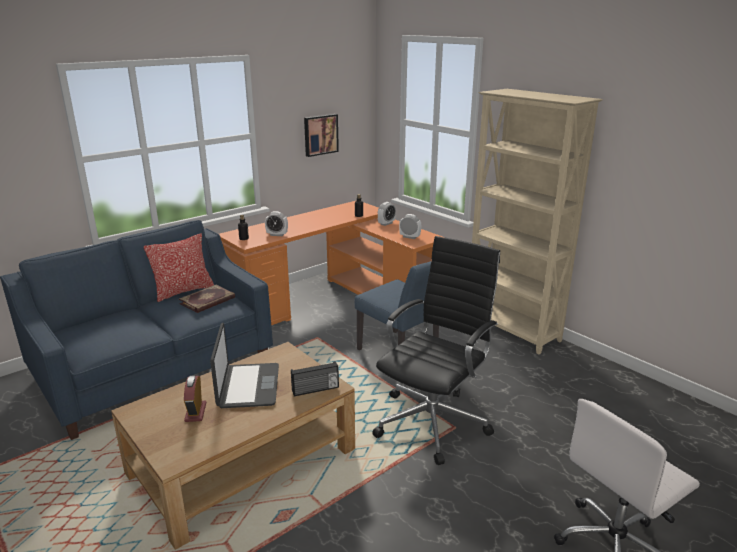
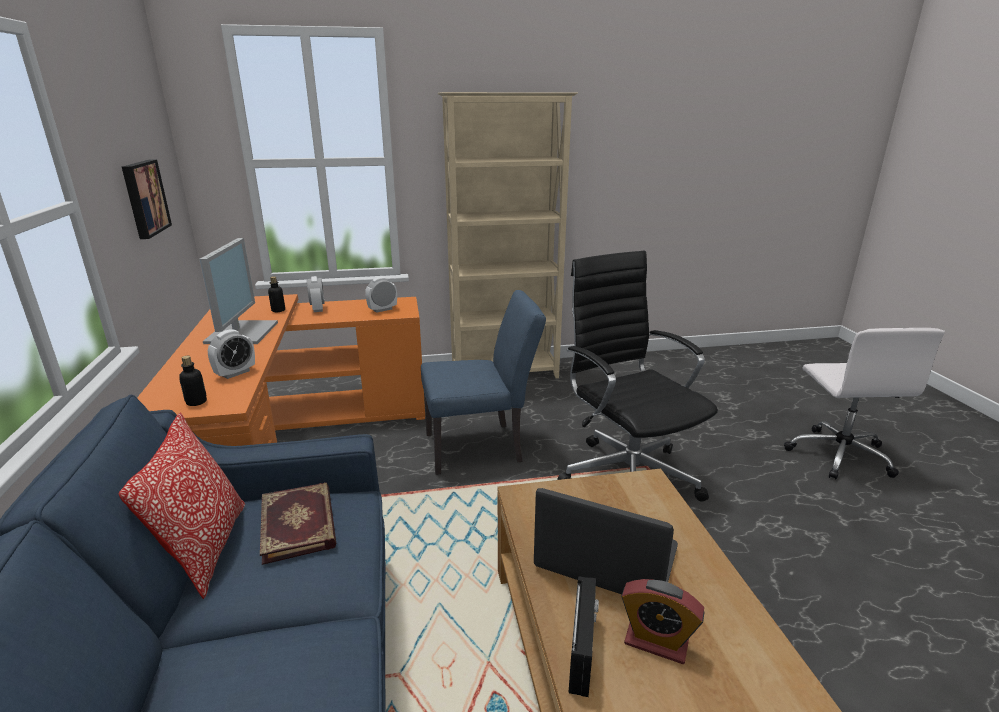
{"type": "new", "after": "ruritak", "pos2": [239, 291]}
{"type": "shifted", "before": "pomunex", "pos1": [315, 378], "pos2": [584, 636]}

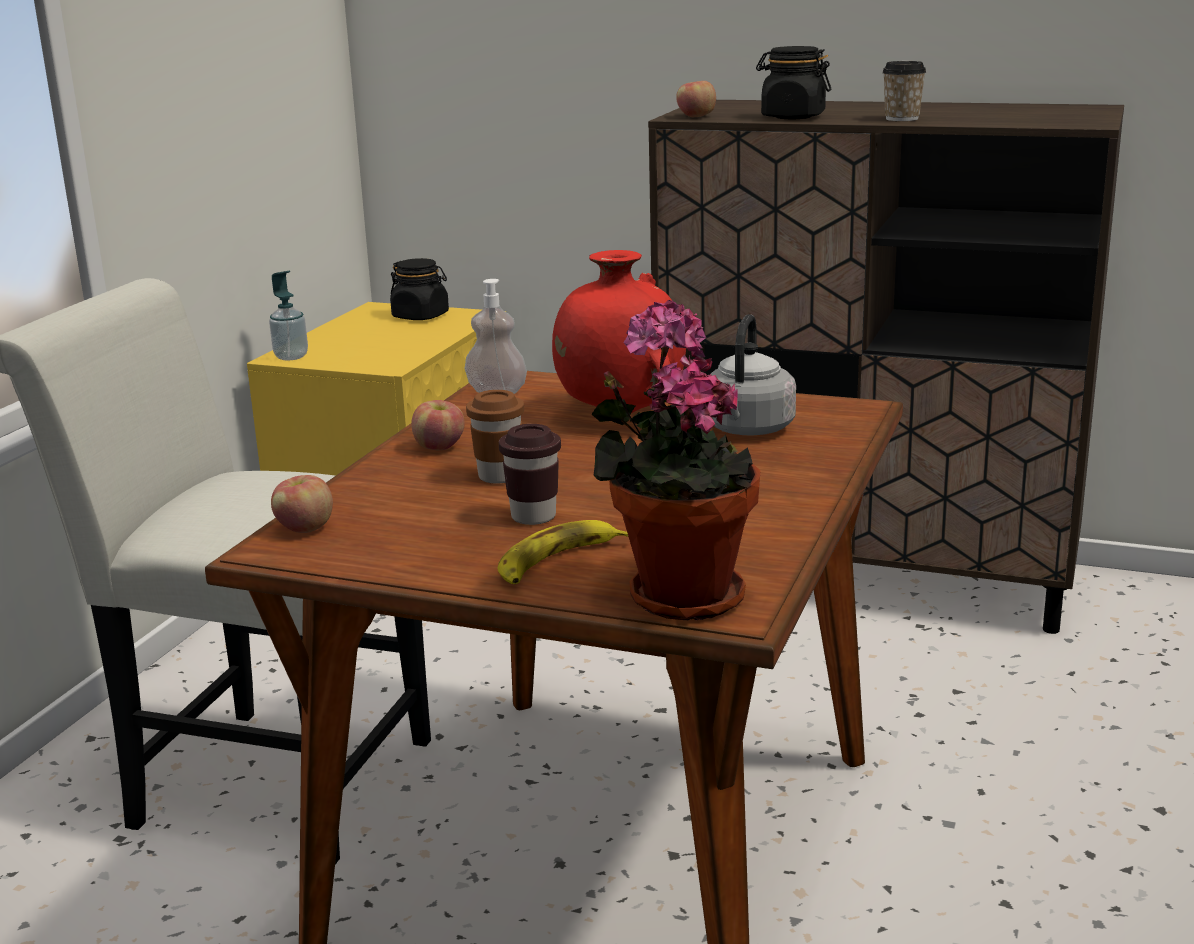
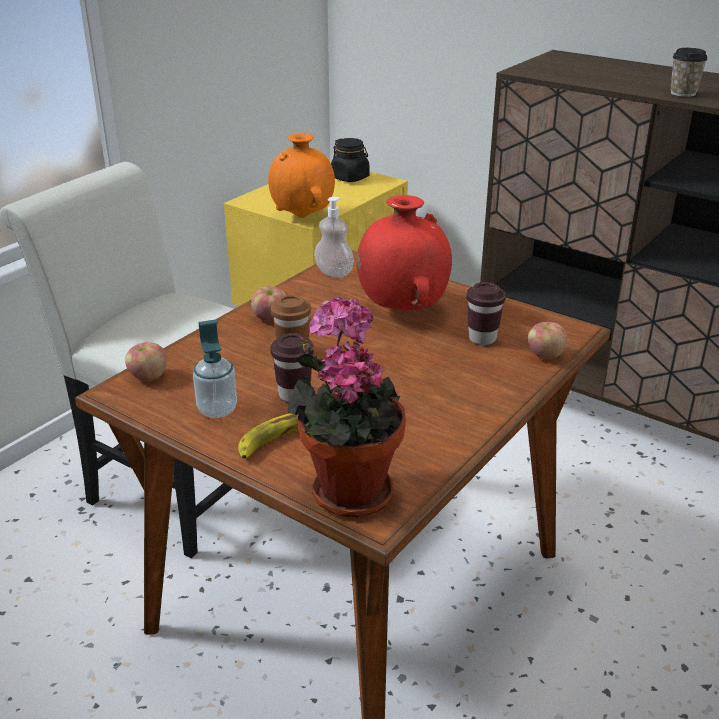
{"type": "shifted", "before": "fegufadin", "pos1": [288, 315], "pos2": [215, 368]}
{"type": "new", "after": "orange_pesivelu", "pos2": [301, 175]}
{"type": "swapped", "before": "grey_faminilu", "after": "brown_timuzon", "pos1": [753, 374], "pos2": [486, 313]}
{"type": "shifted", "before": "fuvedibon", "pos1": [696, 99], "pos2": [547, 340]}
{"type": "gone", "before": "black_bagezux", "pos1": [793, 82]}

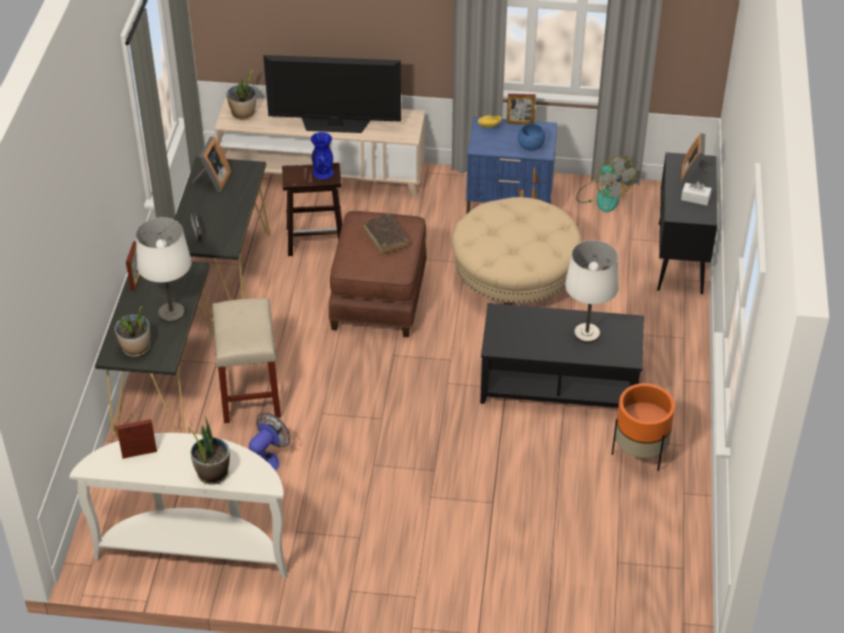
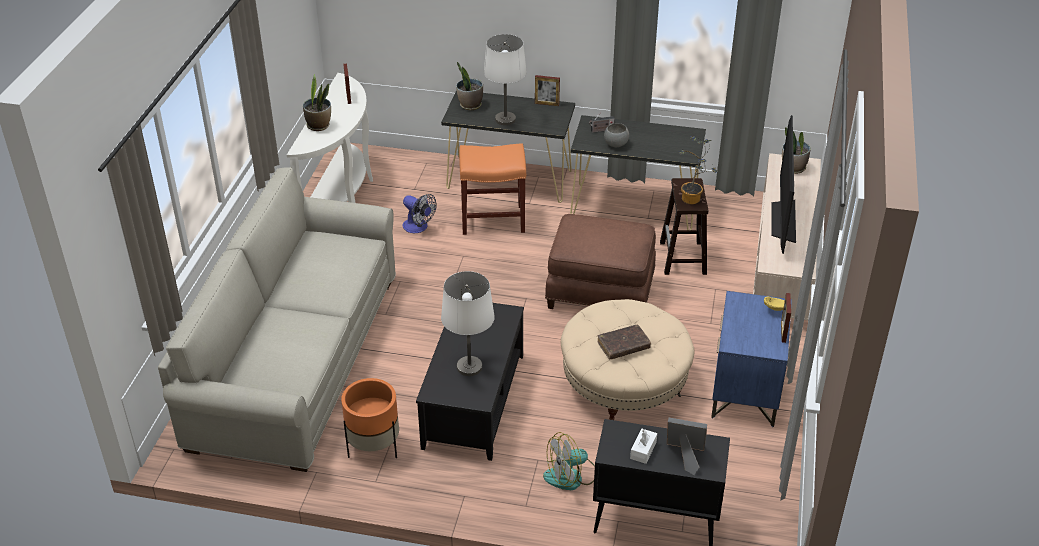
{"type": "new", "after": "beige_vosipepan", "pos2": [277, 319]}
{"type": "repainted", "before": "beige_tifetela", "after": "orange_tifetela", "pos1": [246, 360], "pos2": [492, 189]}
{"type": "shifted", "before": "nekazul", "pos1": [606, 183], "pos2": [569, 461]}
{"type": "shifted", "before": "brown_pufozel", "pos1": [386, 234], "pos2": [624, 342]}
{"type": "new", "after": "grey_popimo", "pos2": [616, 135]}
{"type": "swapped", "before": "blue_pesivelu", "after": "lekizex", "pos1": [322, 155], "pos2": [698, 170]}
{"type": "gone", "before": "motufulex", "pos1": [211, 164]}
{"type": "gone", "before": "blue_popimo", "pos1": [531, 137]}

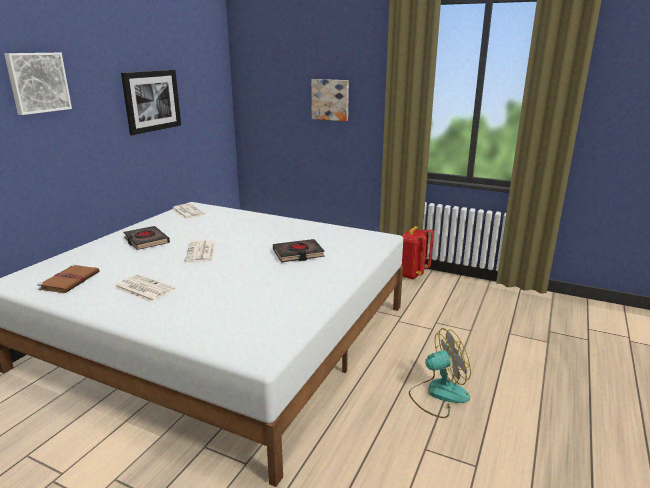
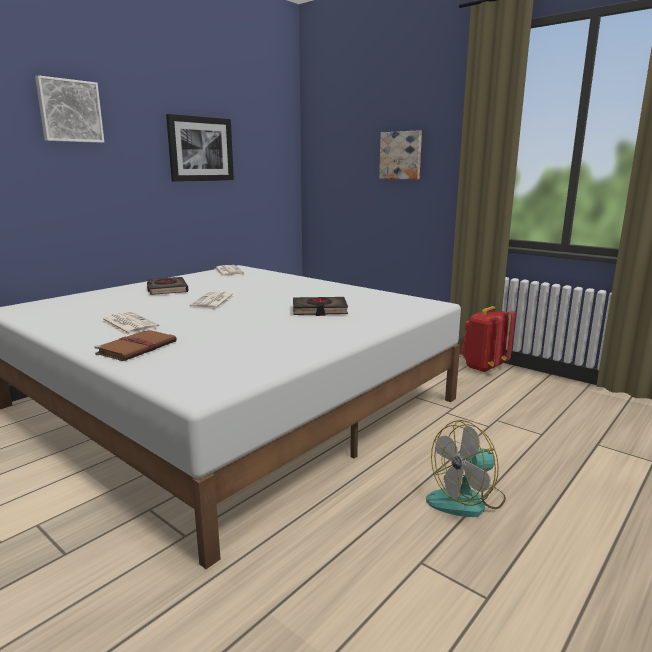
{"type": "shifted", "before": "brown_pufozel", "pos1": [68, 279], "pos2": [135, 345]}
{"type": "rotated", "before": "nekazul", "pos1": [440, 373], "pos2": [466, 468], "turn": 150}

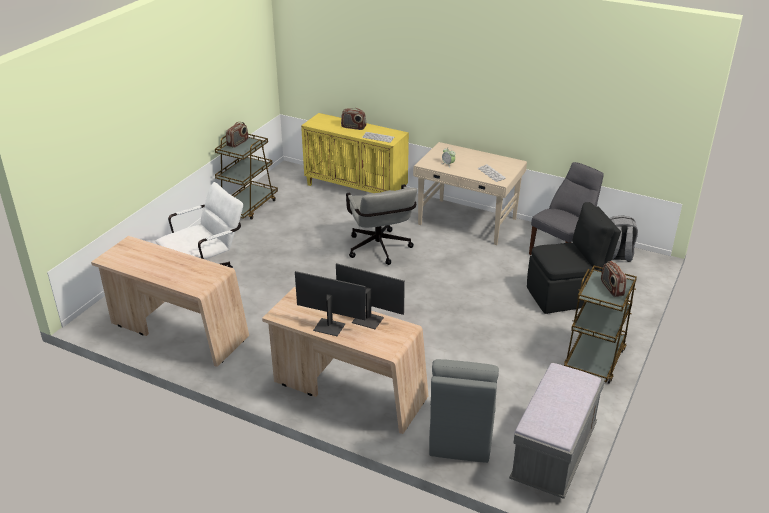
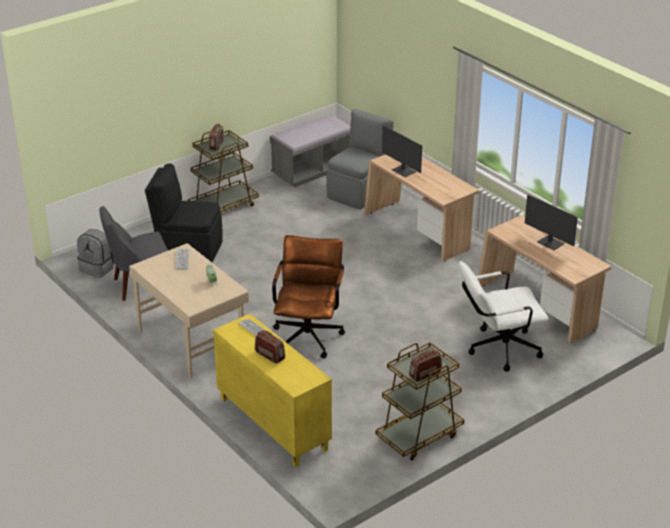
{"type": "repainted", "before": "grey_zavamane", "after": "brown_zavamane", "pos1": [381, 224], "pos2": [308, 296]}
{"type": "shifted", "before": "ruritak", "pos1": [330, 303], "pos2": [551, 222]}

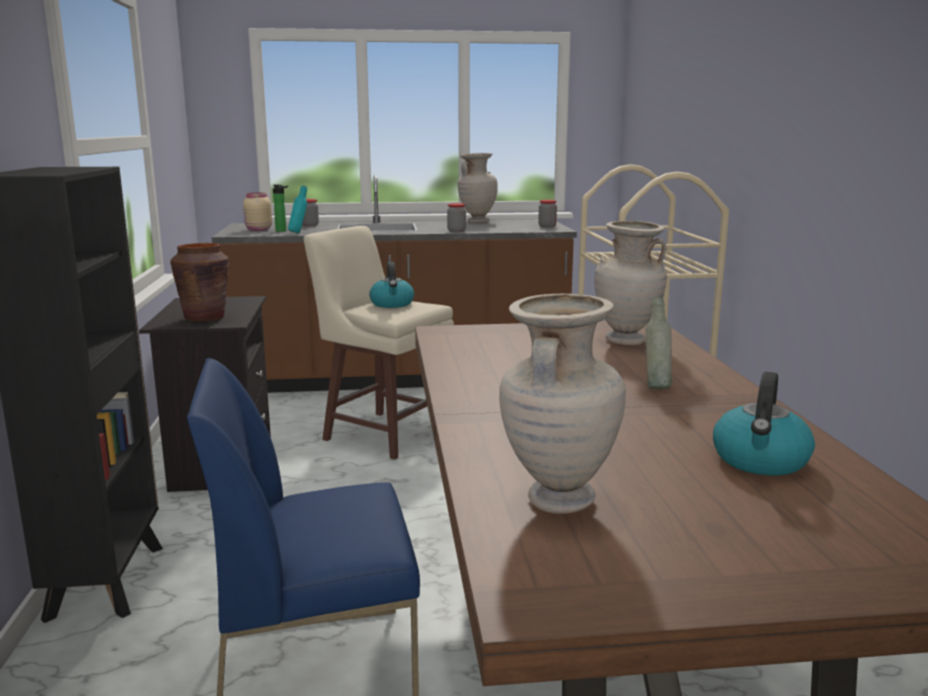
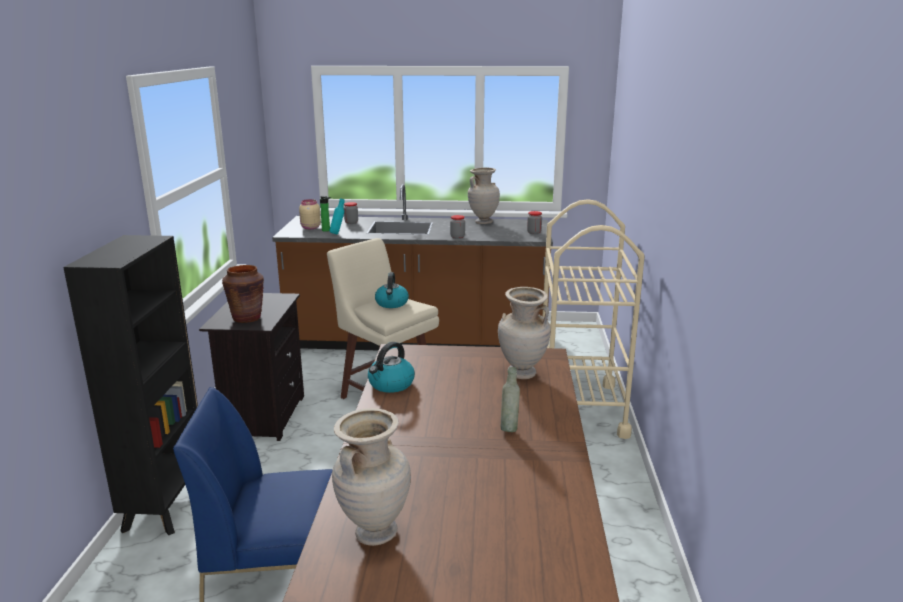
{"type": "shifted", "before": "faminilu", "pos1": [764, 424], "pos2": [391, 367]}

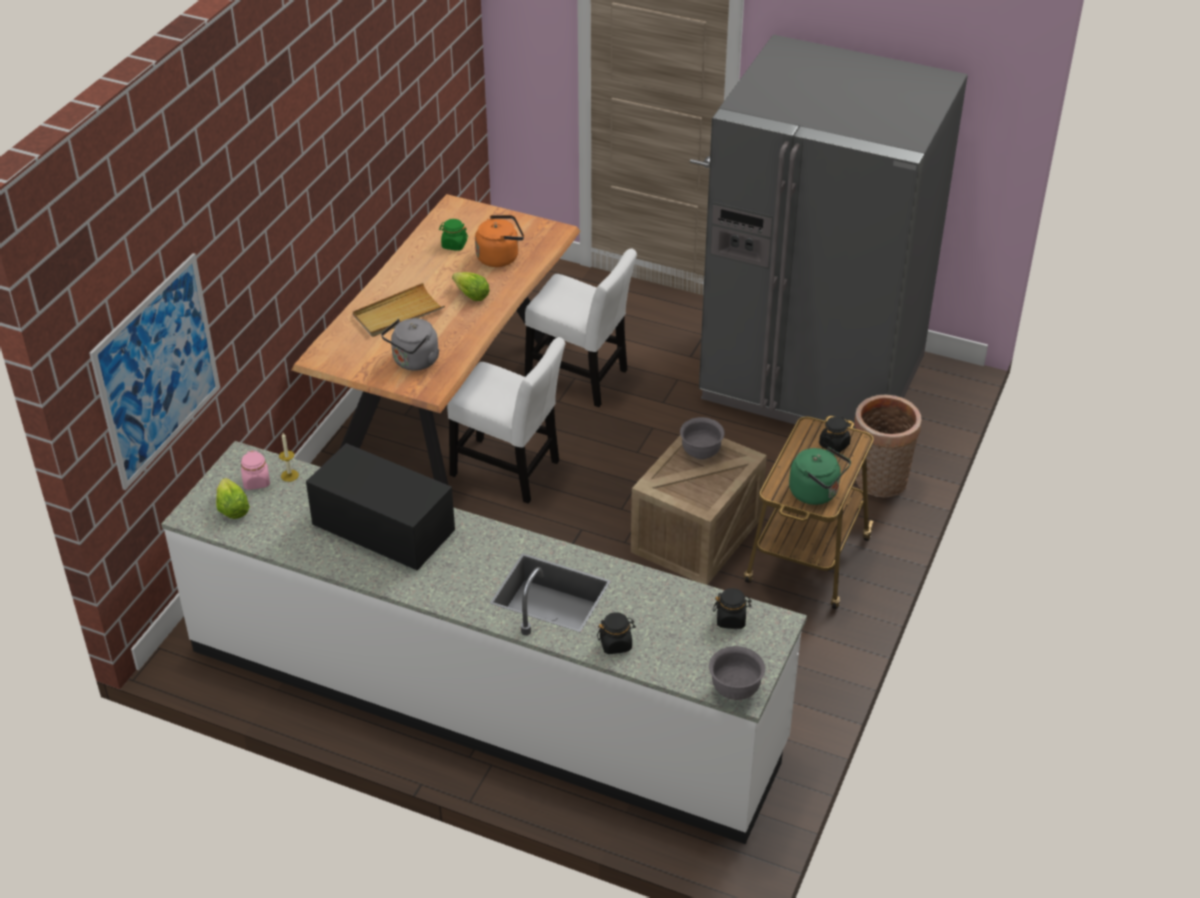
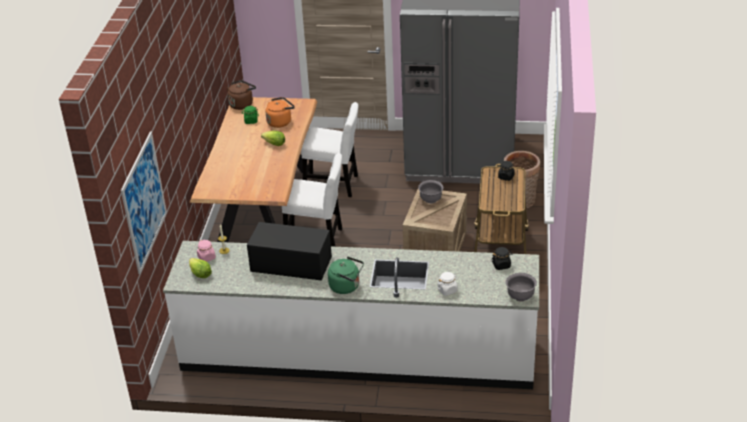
{"type": "new", "after": "brown_faminilu", "pos2": [241, 95]}
{"type": "shifted", "before": "green_faminilu", "pos1": [820, 476], "pos2": [346, 275]}
{"type": "repainted", "before": "black_bagezux", "after": "white_bagezux", "pos1": [616, 633], "pos2": [447, 284]}
{"type": "gone", "before": "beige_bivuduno", "pos1": [399, 310]}
{"type": "gone", "before": "grey_faminilu", "pos1": [410, 344]}

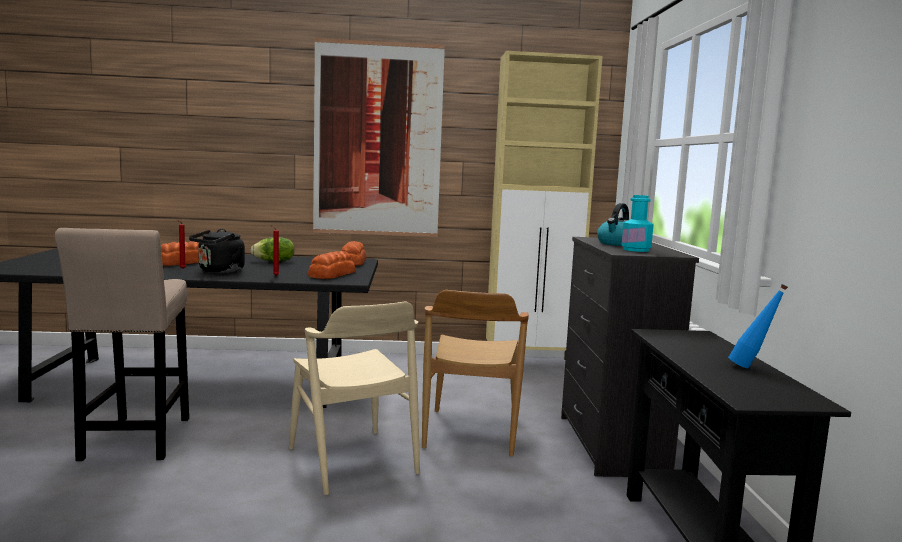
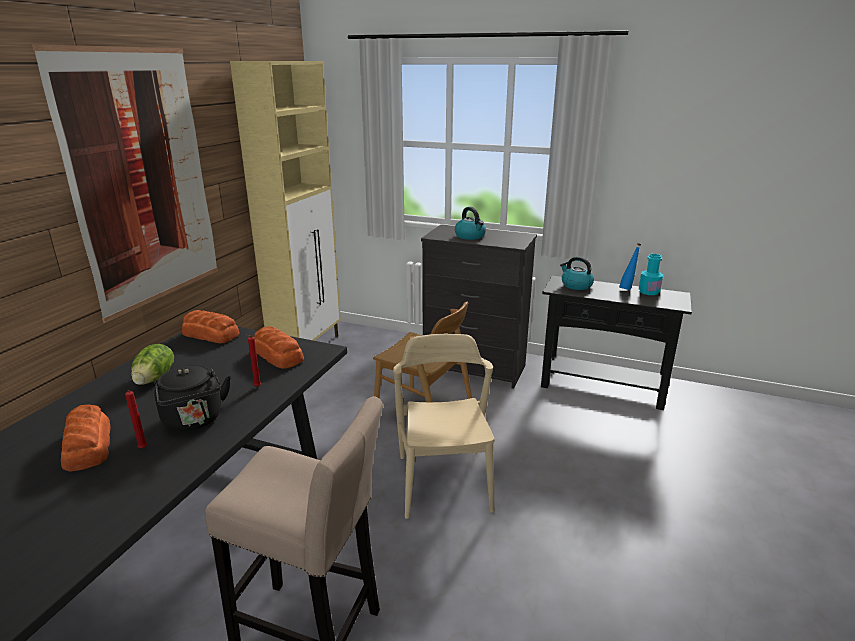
{"type": "rotated", "before": "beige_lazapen", "pos1": [354, 398], "pos2": [444, 426], "turn": -90}
{"type": "new", "after": "faminilu", "pos2": [577, 273]}
{"type": "shifted", "before": "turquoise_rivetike", "pos1": [637, 223], "pos2": [651, 274]}

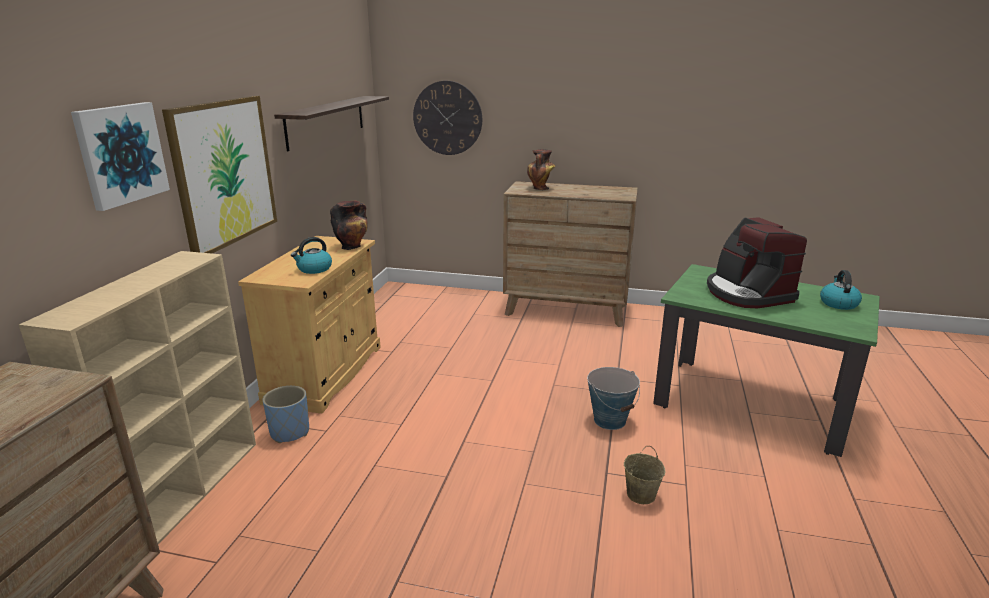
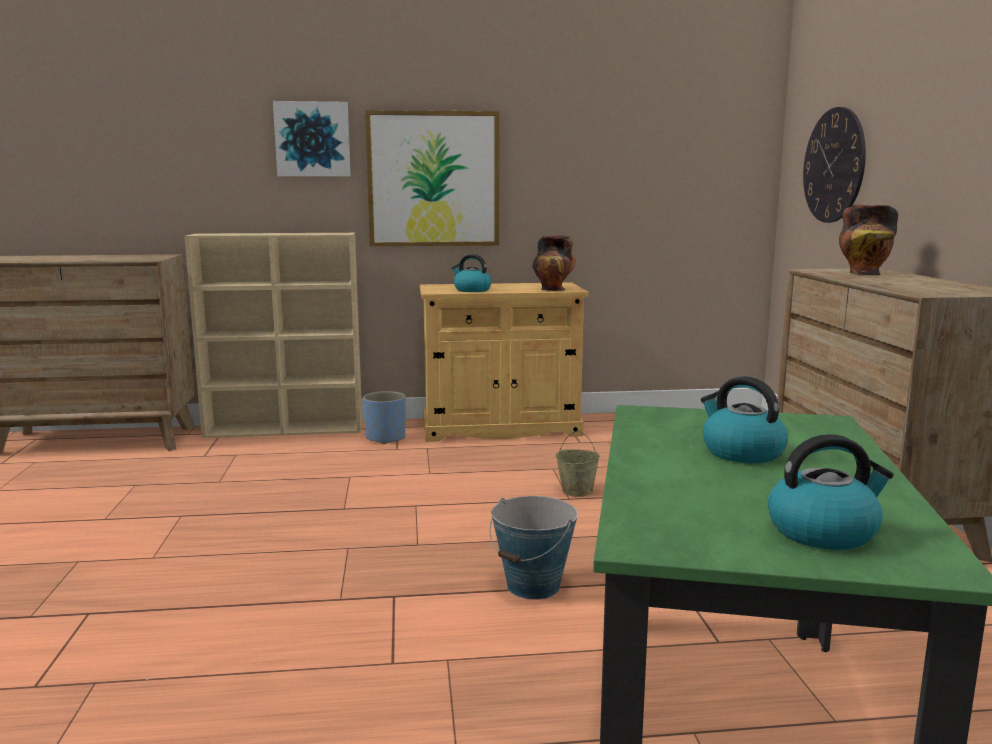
{"type": "shifted", "before": "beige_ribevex", "pos1": [644, 475], "pos2": [578, 464]}
{"type": "swapped", "before": "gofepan", "after": "faminilu", "pos1": [757, 262], "pos2": [744, 419]}
{"type": "gone", "before": "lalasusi", "pos1": [331, 123]}

